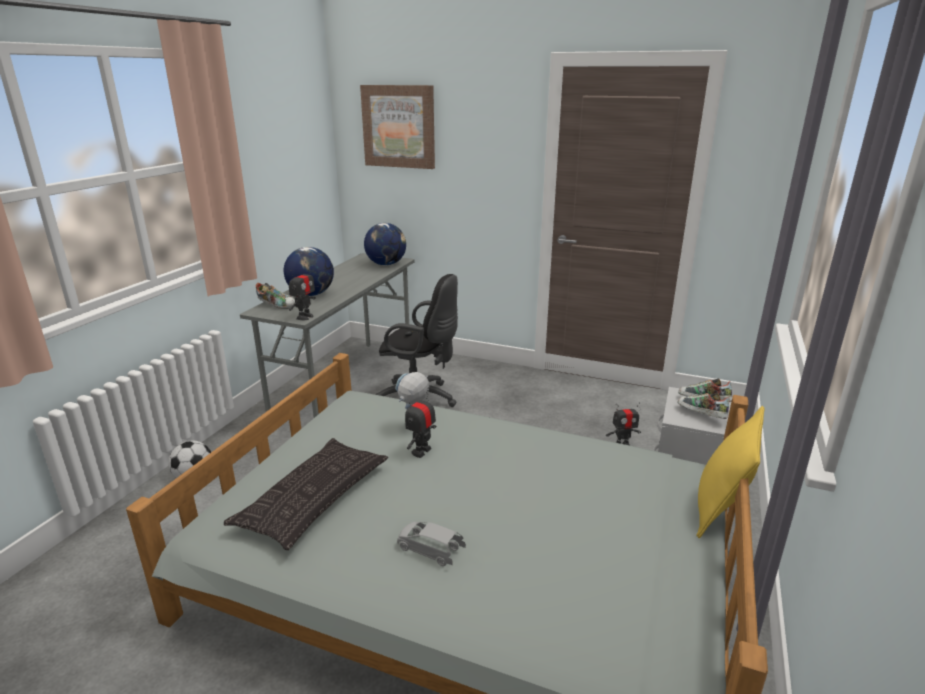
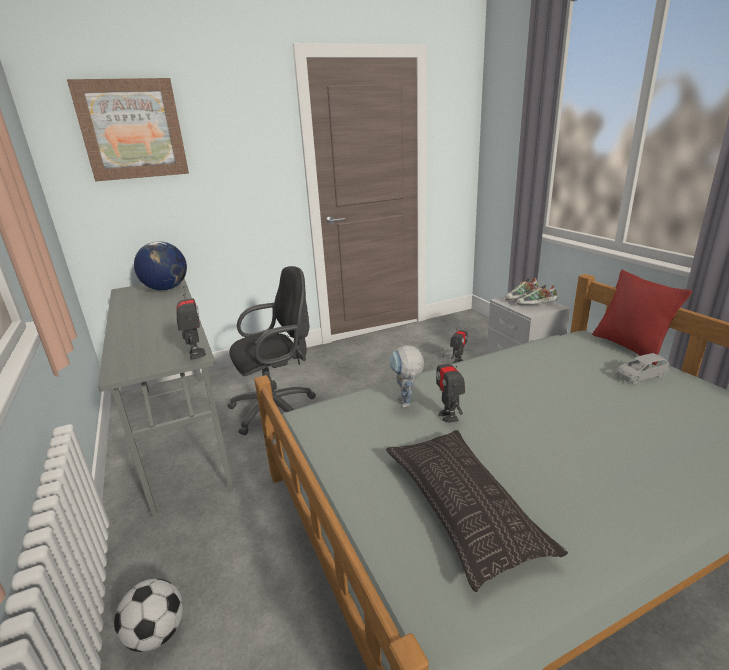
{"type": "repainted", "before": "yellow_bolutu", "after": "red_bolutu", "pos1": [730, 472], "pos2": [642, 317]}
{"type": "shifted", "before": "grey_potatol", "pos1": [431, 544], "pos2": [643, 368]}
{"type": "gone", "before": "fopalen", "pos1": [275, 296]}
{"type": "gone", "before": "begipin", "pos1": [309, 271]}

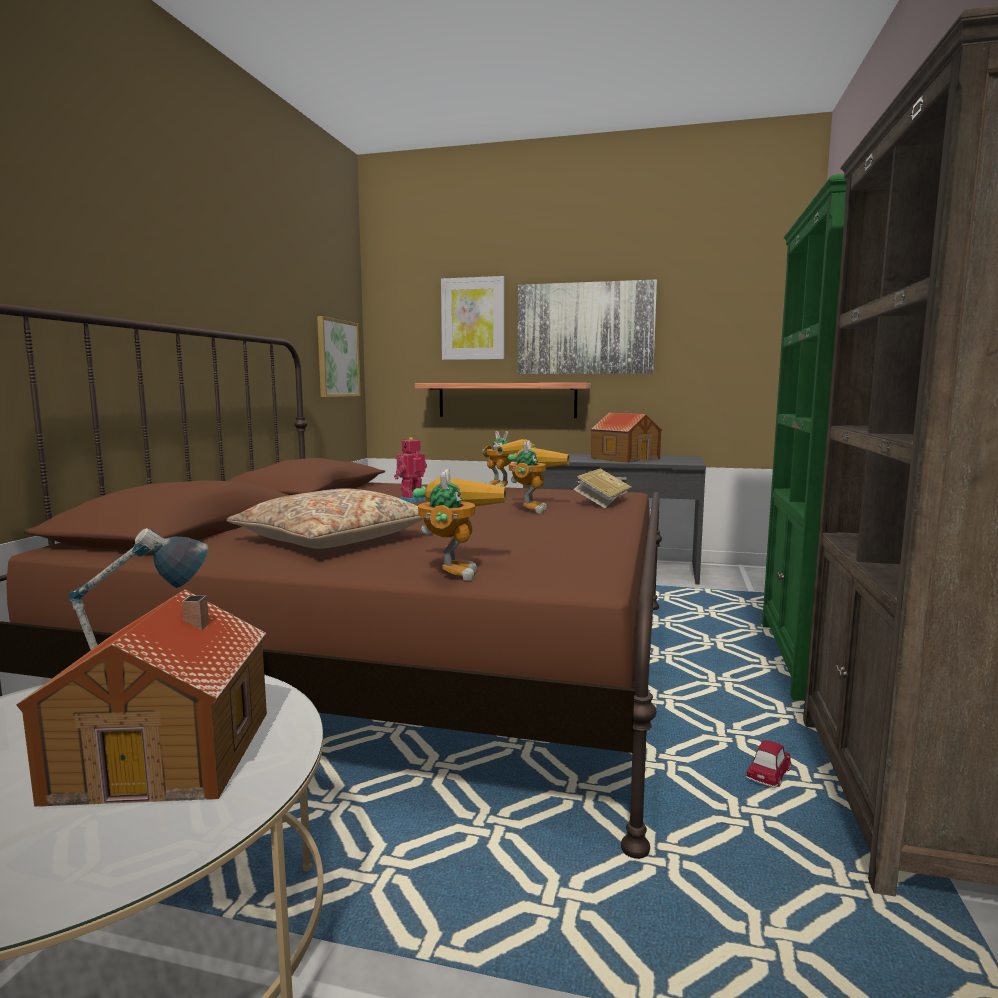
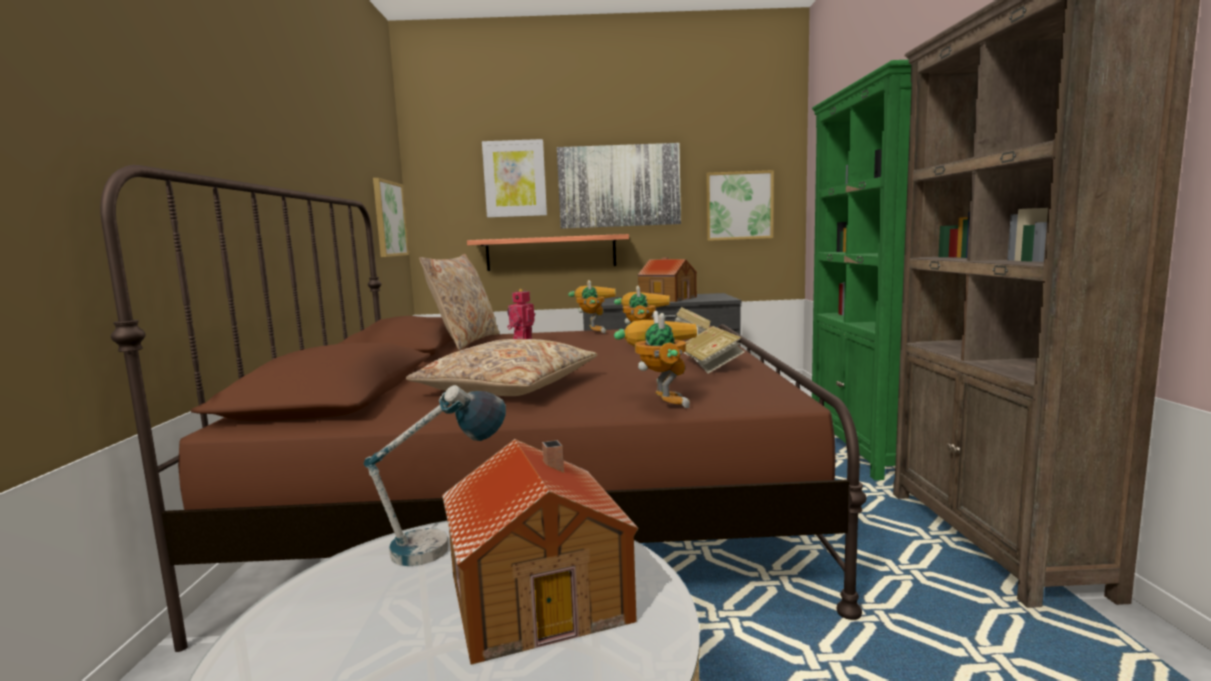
{"type": "new", "after": "beige_bolutu", "pos2": [459, 302]}
{"type": "rotated", "before": "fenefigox", "pos1": [508, 459], "pos2": [592, 306], "turn": -120}
{"type": "new", "after": "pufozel", "pos2": [713, 350]}
{"type": "new", "after": "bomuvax", "pos2": [740, 205]}
{"type": "gone", "before": "potatol", "pos1": [768, 764]}

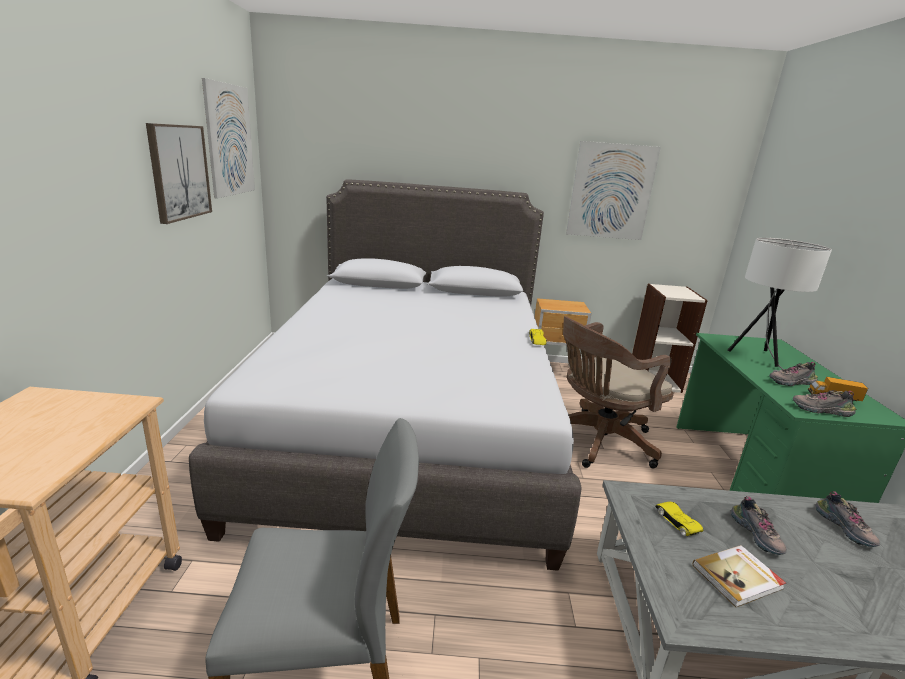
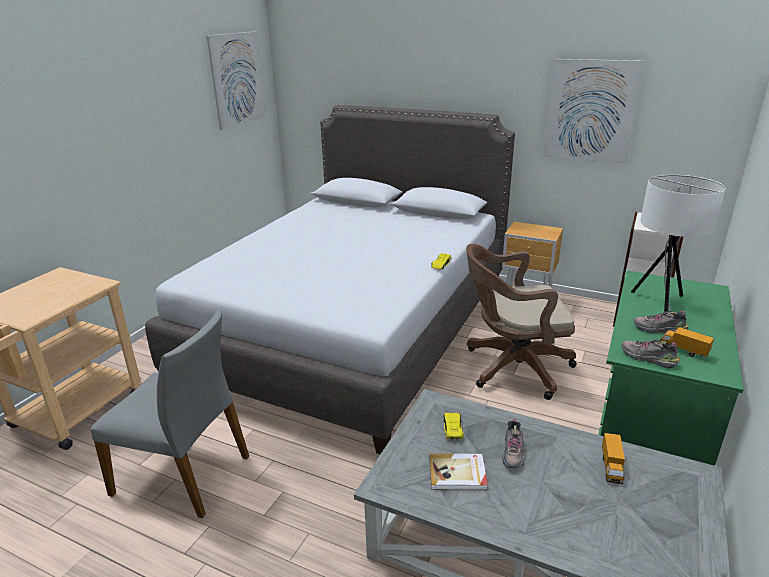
{"type": "swapped", "before": "fopalen", "after": "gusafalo", "pos1": [847, 519], "pos2": [613, 458]}
{"type": "gone", "before": "bomuvax", "pos1": [179, 173]}

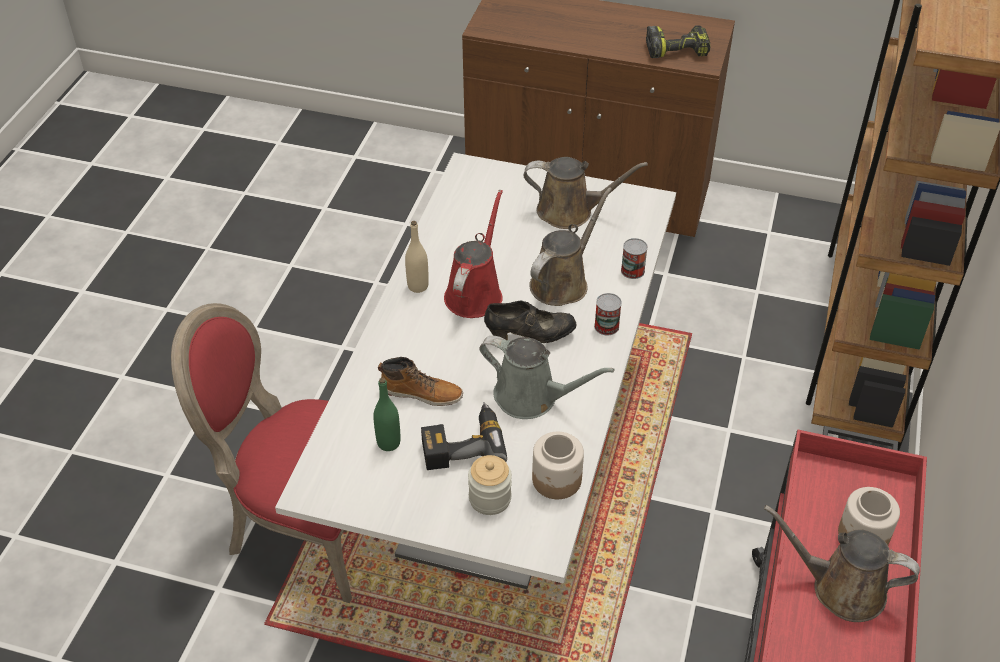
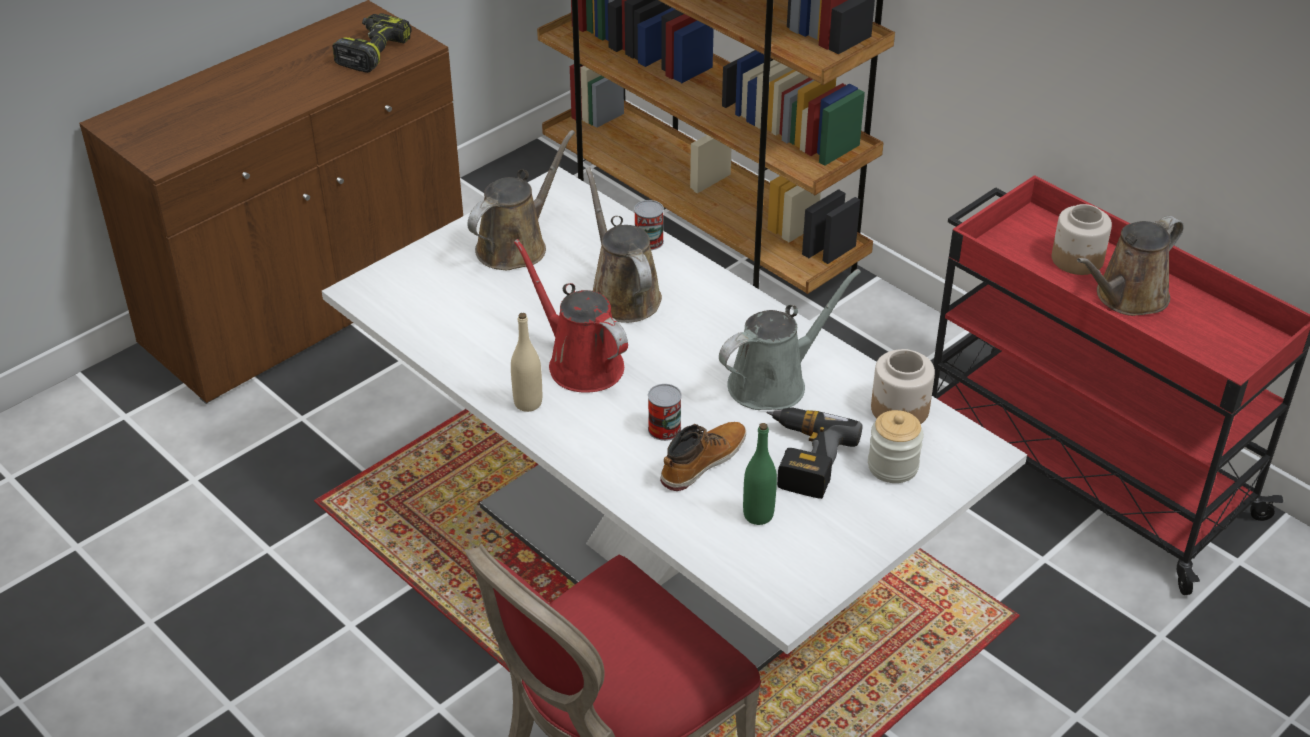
{"type": "shifted", "before": "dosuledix", "pos1": [608, 314], "pos2": [665, 412]}
{"type": "gone", "before": "black_fopalen", "pos1": [530, 322]}

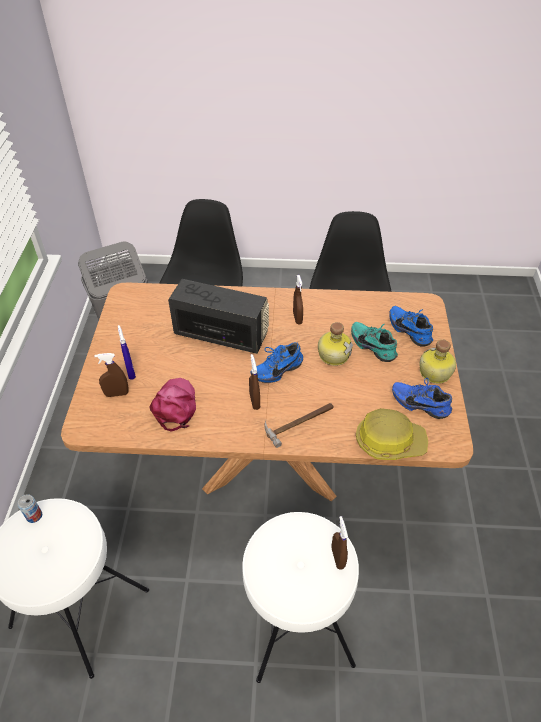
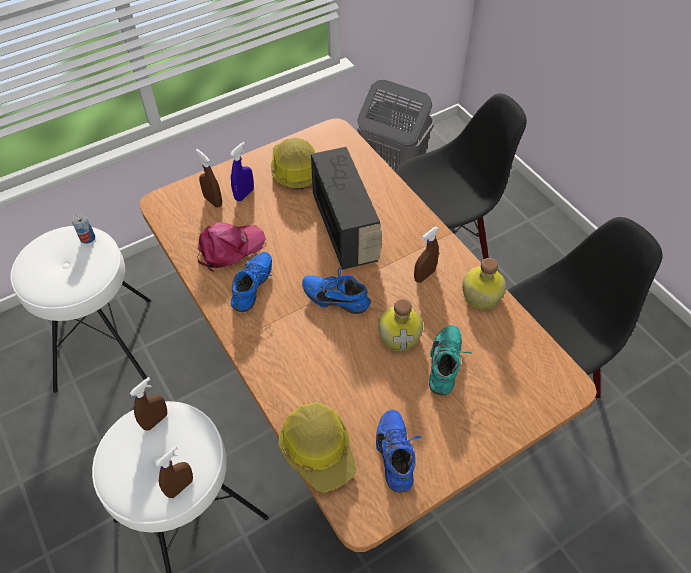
{"type": "shifted", "before": "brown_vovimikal", "pos1": [254, 382], "pos2": [148, 404]}
{"type": "shifted", "before": "blue_fopalen", "pos1": [411, 326], "pos2": [251, 282]}
{"type": "new", "after": "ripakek", "pos2": [293, 163]}
{"type": "shifted", "before": "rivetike", "pos1": [438, 362], "pos2": [484, 284]}
{"type": "gone", "before": "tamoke", "pos1": [299, 425]}

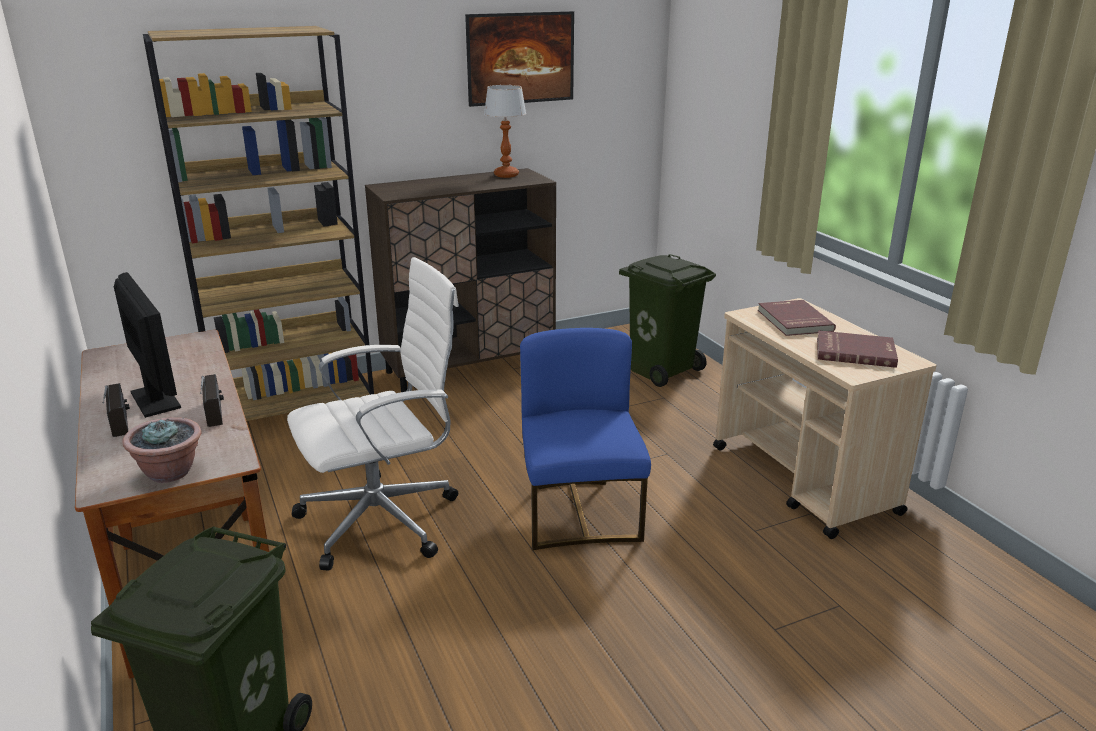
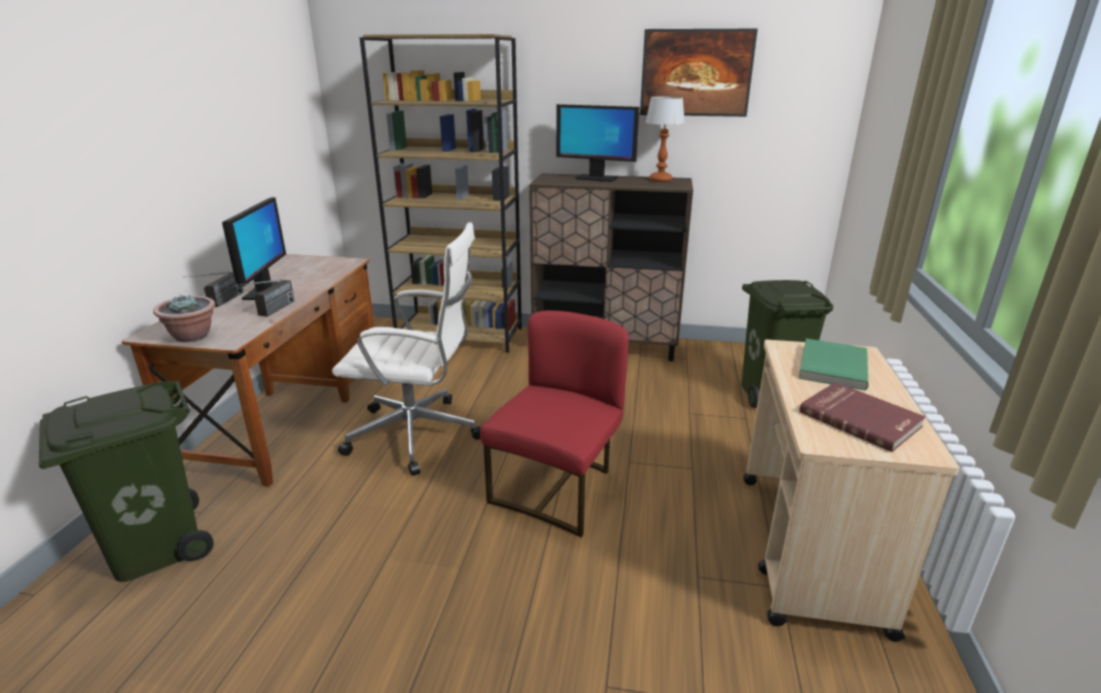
{"type": "repainted", "before": "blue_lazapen", "after": "red_lazapen", "pos1": [585, 439], "pos2": [554, 424]}
{"type": "new", "after": "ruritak", "pos2": [598, 143]}
{"type": "repainted", "before": "red_pufozel", "after": "green_pufozel", "pos1": [797, 318], "pos2": [833, 364]}

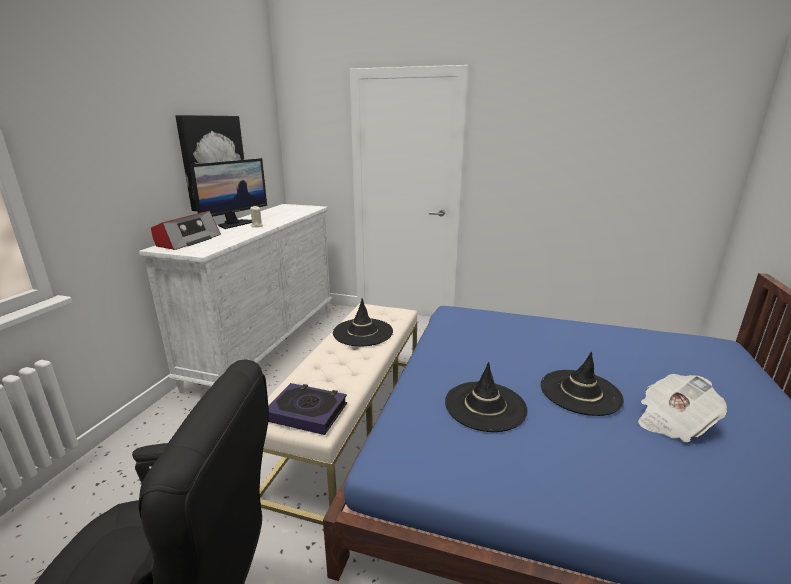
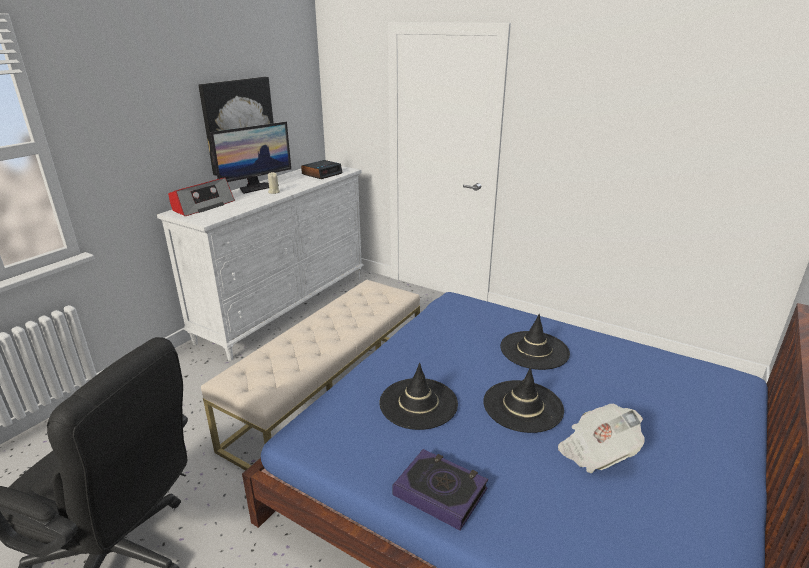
{"type": "new", "after": "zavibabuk", "pos2": [322, 169]}
{"type": "shifted", "before": "pufozel", "pos1": [307, 409], "pos2": [440, 489]}
{"type": "shifted", "before": "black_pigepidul", "pos1": [363, 322], "pos2": [535, 342]}

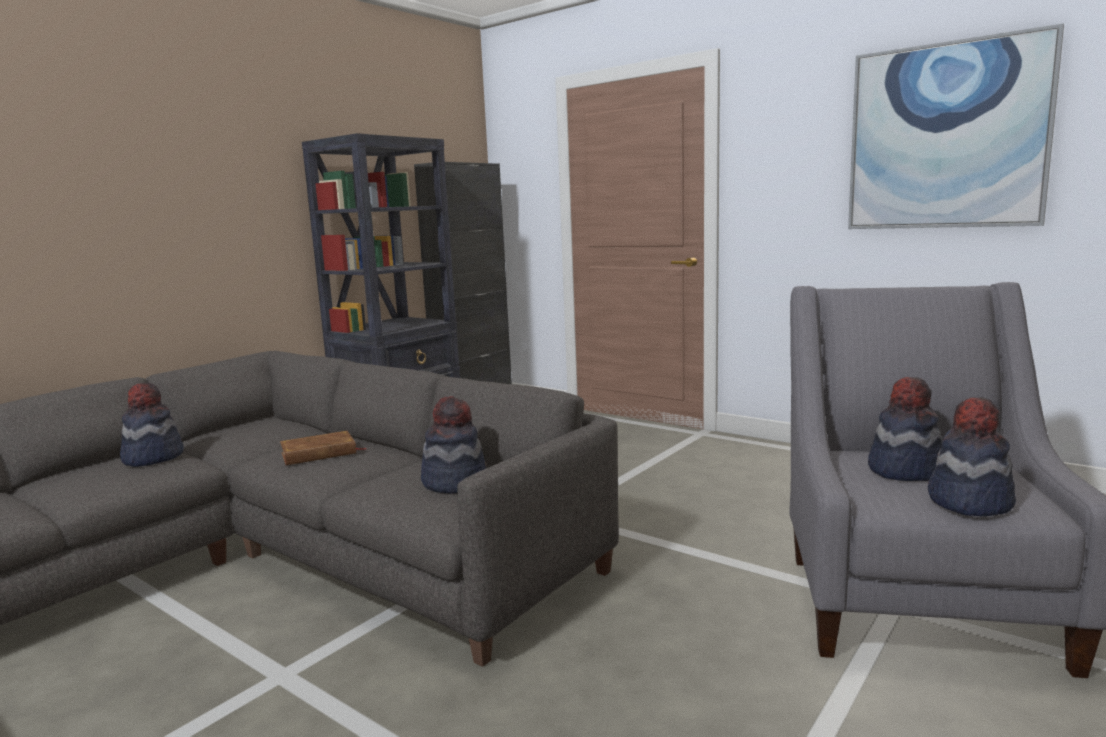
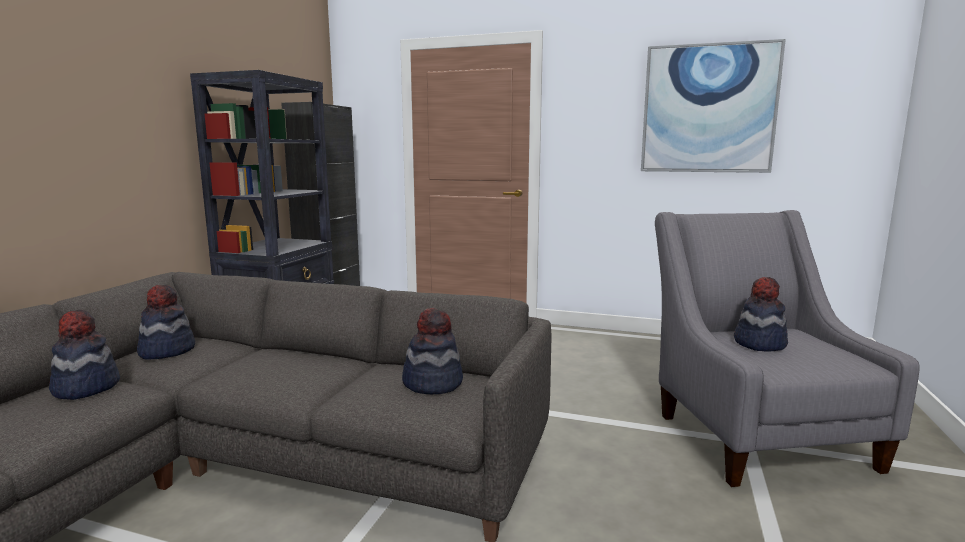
{"type": "shifted", "before": "pigepidul", "pos1": [972, 456], "pos2": [166, 322]}
{"type": "gone", "before": "brown_pufozel", "pos1": [323, 448]}

